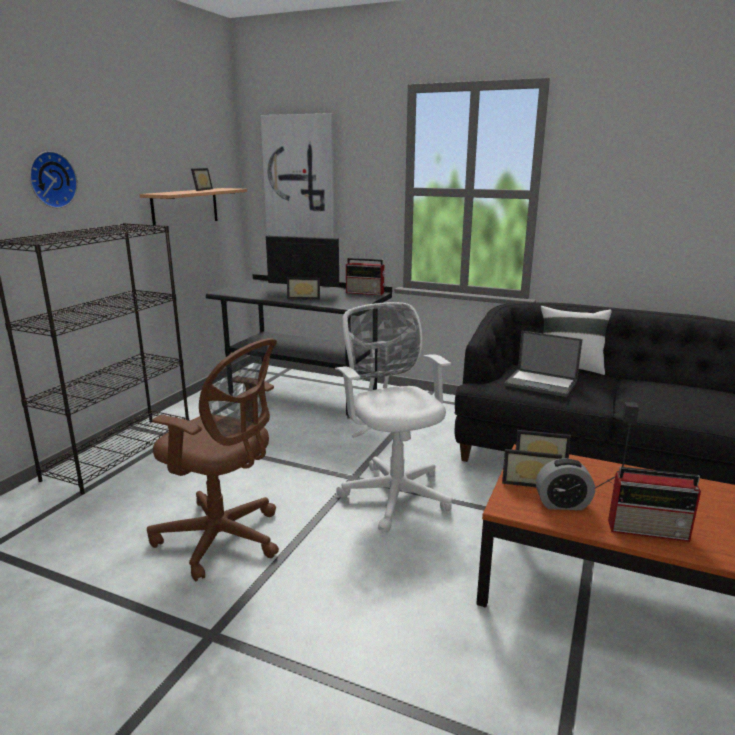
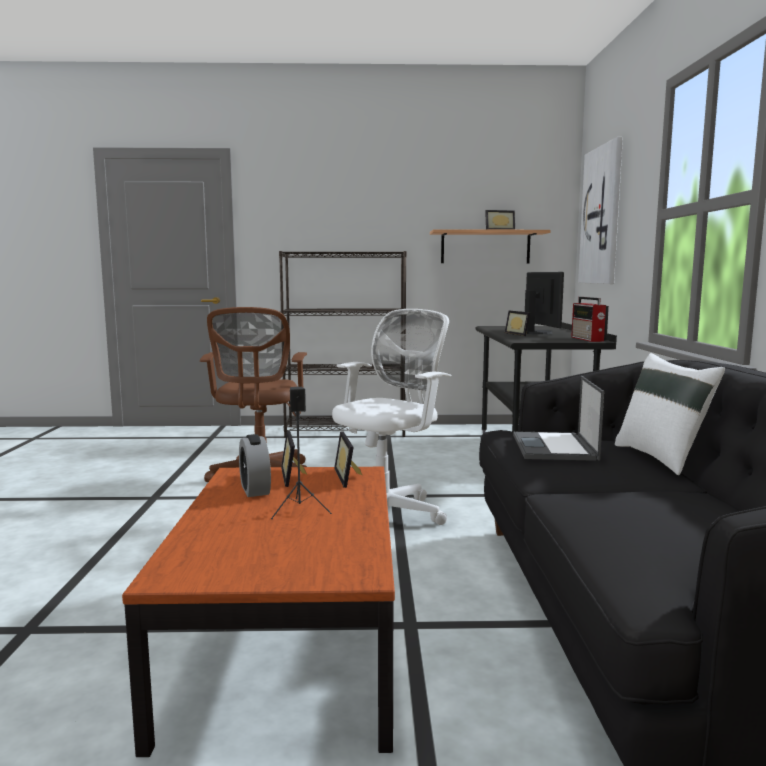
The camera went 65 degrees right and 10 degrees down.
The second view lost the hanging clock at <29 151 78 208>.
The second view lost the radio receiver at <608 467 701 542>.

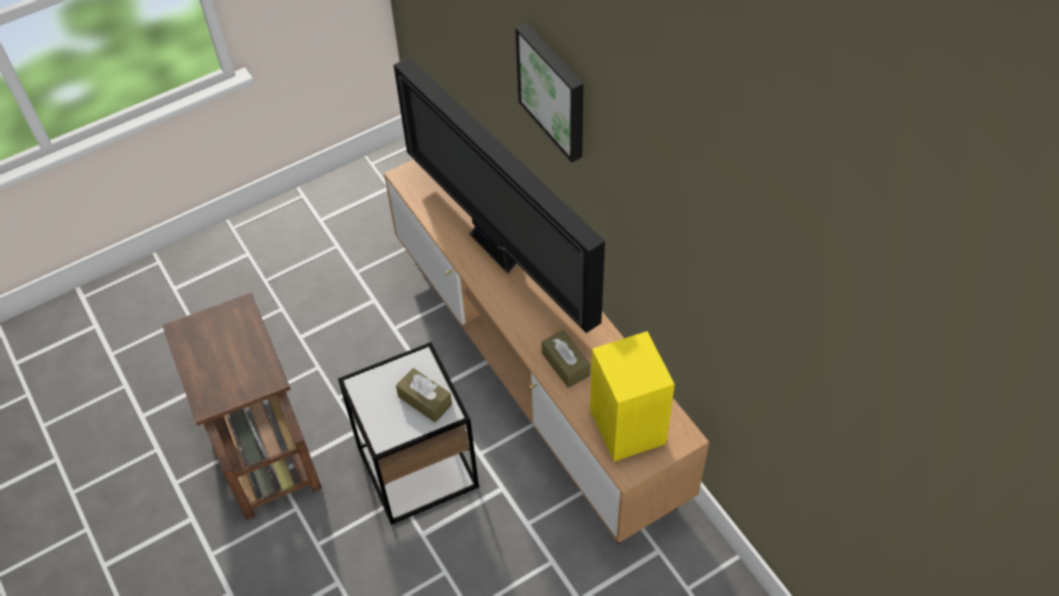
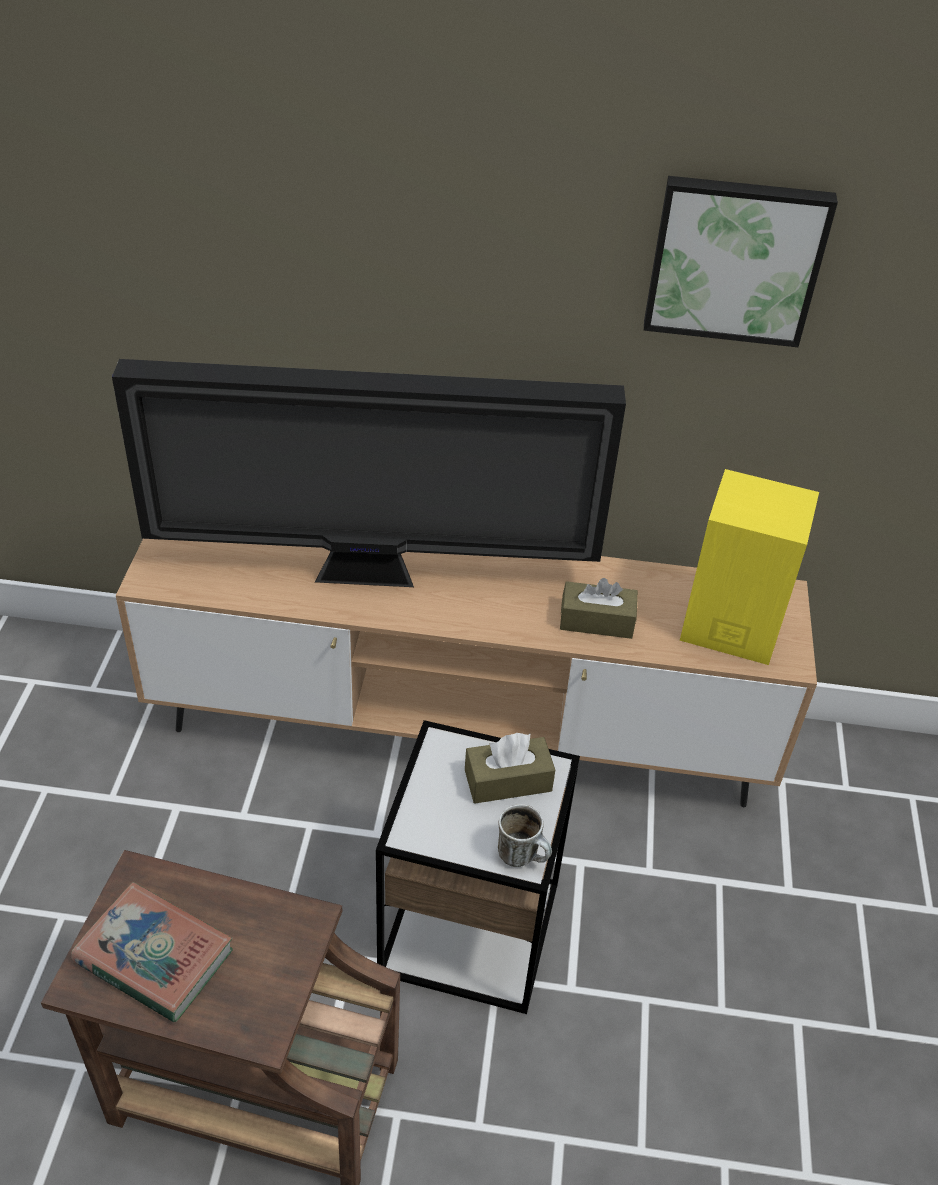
The camera went 55 degrees left and 10 degrees down.
The wall picture ended up elsewhere, having gone from <515 23 584 163> to <644 176 838 347>.
The second view gained the volume at <71 882 233 1022>.
The second view gained the tea mug at <498 804 552 867>.

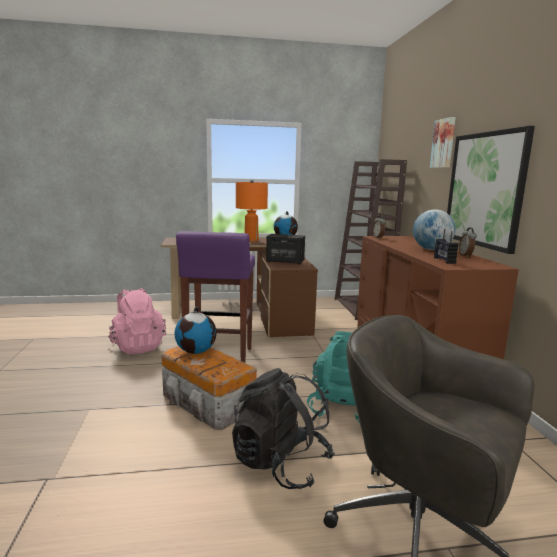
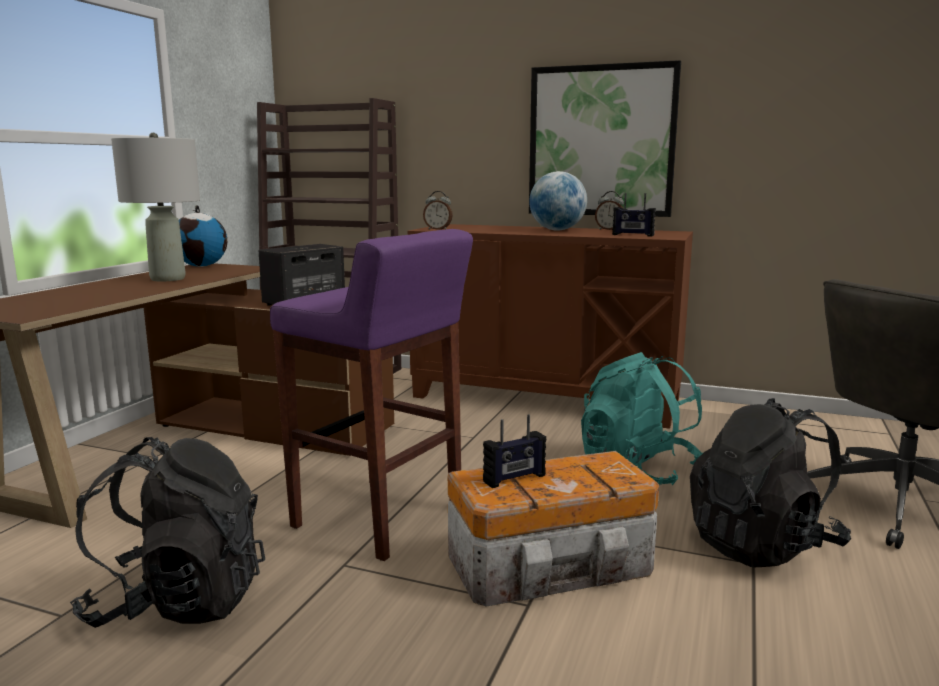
The camera went 60 degrees left and 0 degrees up.
What was the pinkish rucksack at <108 288 166 354> turned into the black rucksack at <70 437 265 628>.
Where the globe stood at <174 307 216 354>, the radio receiver came to stand at <483 414 546 488>.
What was the orange lamp for a table at <236 180 268 242> turned into the greyish lamp for a table at <111 133 200 281>.
The second view lost the wall picture at <430 117 456 168>.

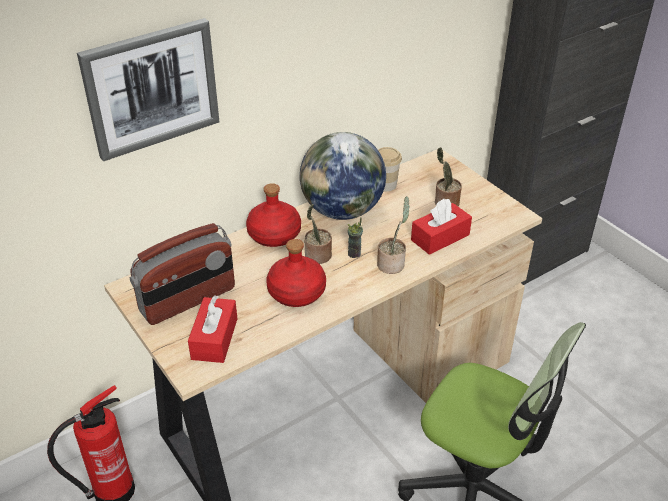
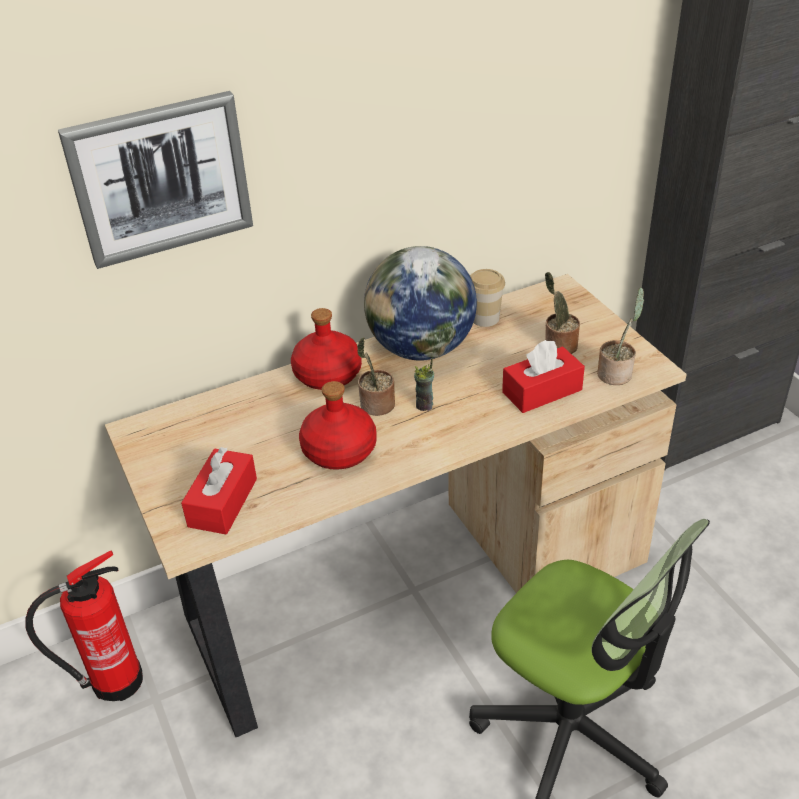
The camera went 10 degrees right and 0 degrees up.
The second view lost the radio receiver at <130 223 235 325>.
The houseplant ended up elsewhere, having gone from <377 196 410 274> to <597 287 644 385>.

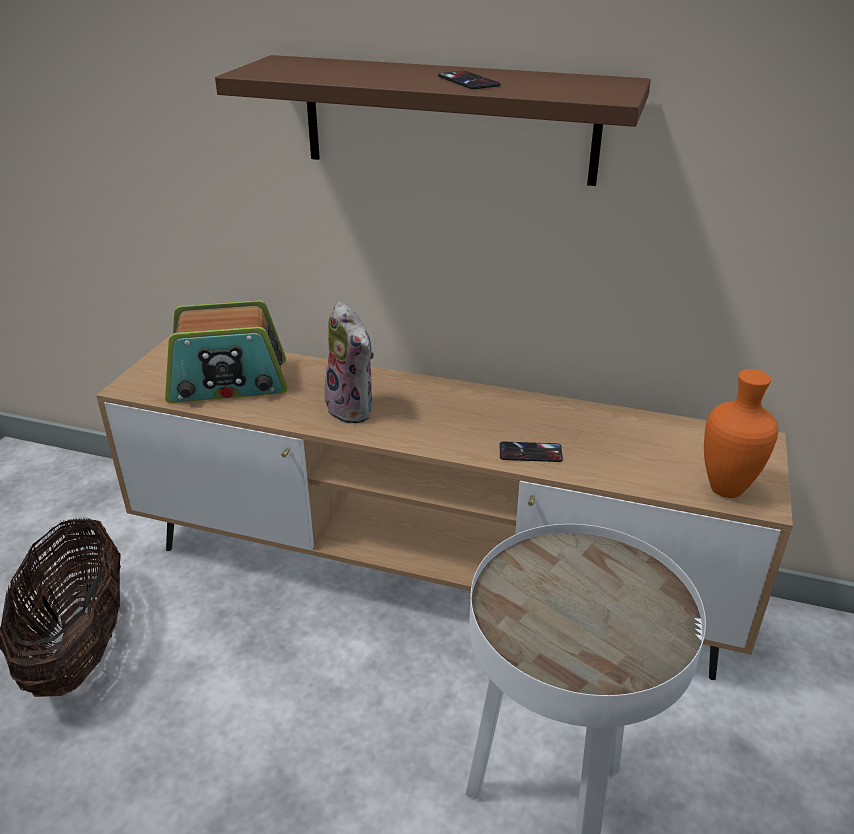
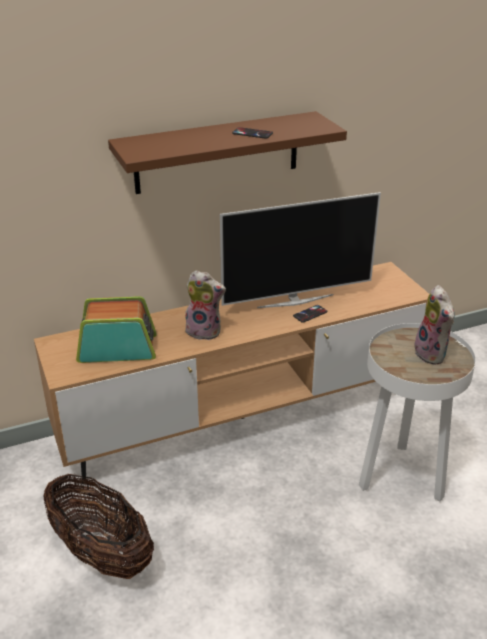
The camera went 40 degrees left and 0 degrees up.
The radio receiver at <165 300 287 403> ended up facing another way, 135 degrees counterclockwise from before.
The second view lost the orange decorative vase at <704 369 778 498>.
The second view gained the TV set at <220 192 381 308>.
The second view gained the plush toy at <414 285 455 365>.

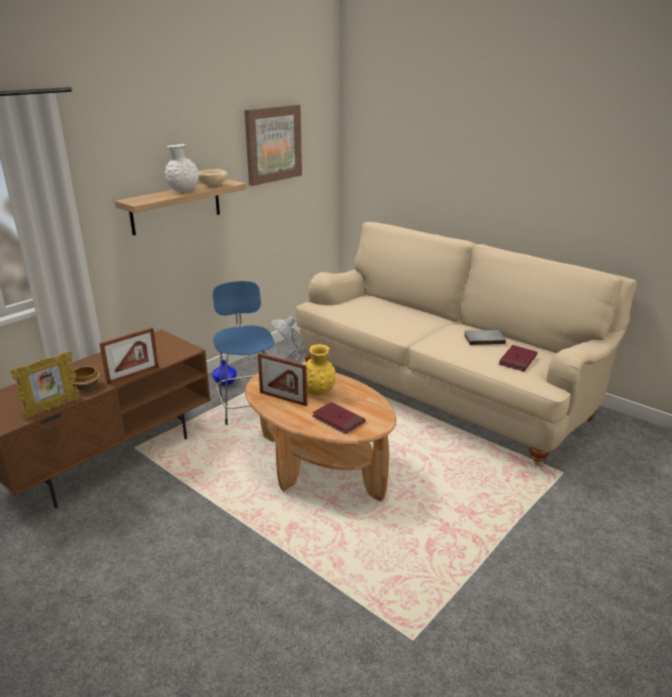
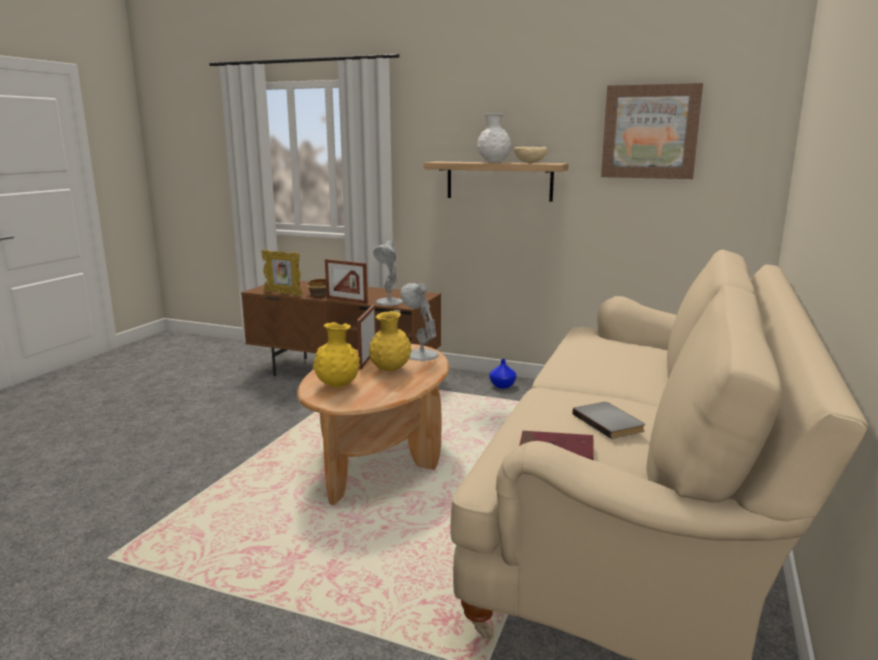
The camera went 70 degrees right and 10 degrees down.
The second view lost the blue sitting stool at <213 281 275 425>.
Where the reddish volume stood at <312 402 365 434>, the yellowish decorative vase came to stand at <313 322 360 387>.
The second view gained the whitish lamp for a table at <373 241 403 306>.

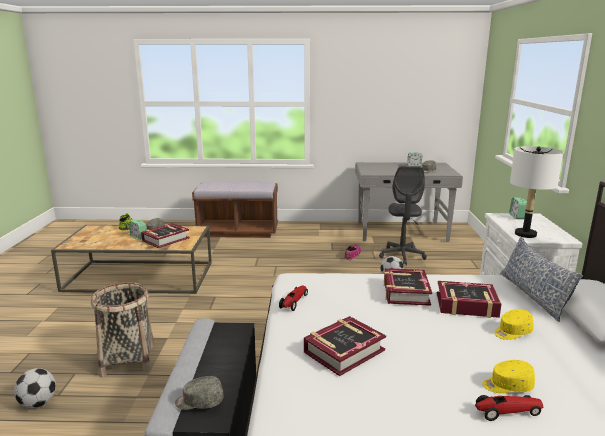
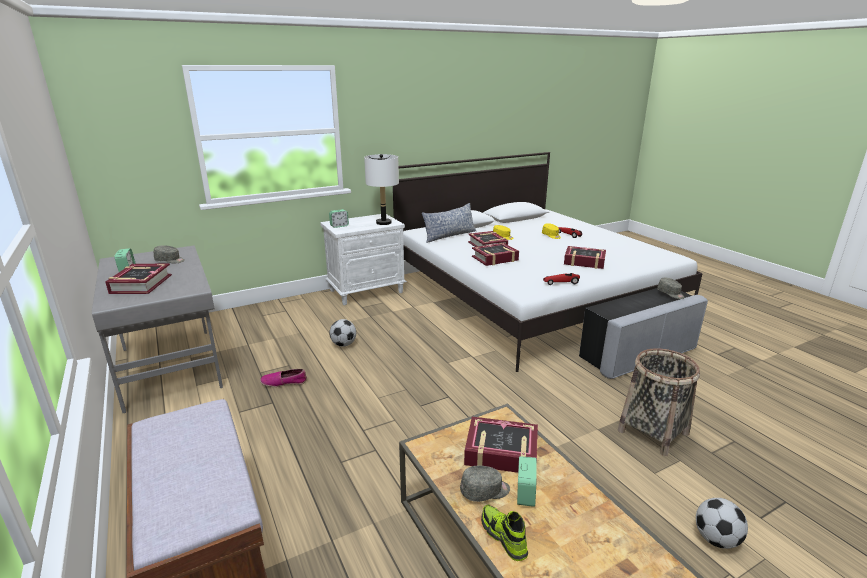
The camera went 120 degrees left and 5 degrees up.
The football ball ended up elsewhere, having gone from <14 368 56 408> to <696 498 748 549>.
The second view lost the greyish computer chair at <379 166 427 265>.
The second view gained the volume at <105 264 172 294>.

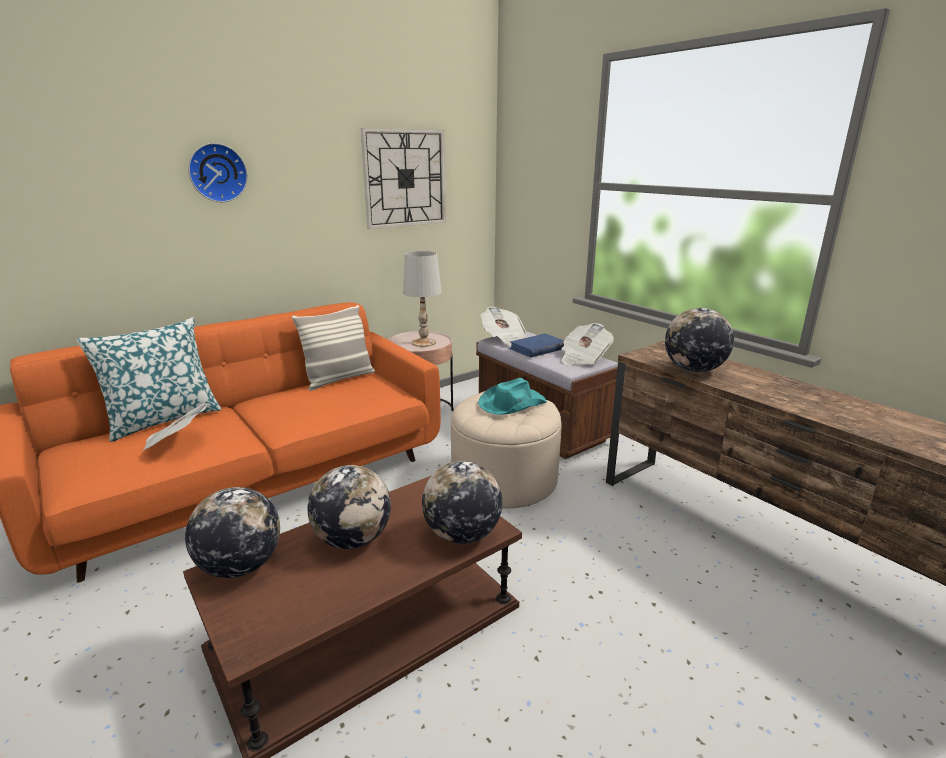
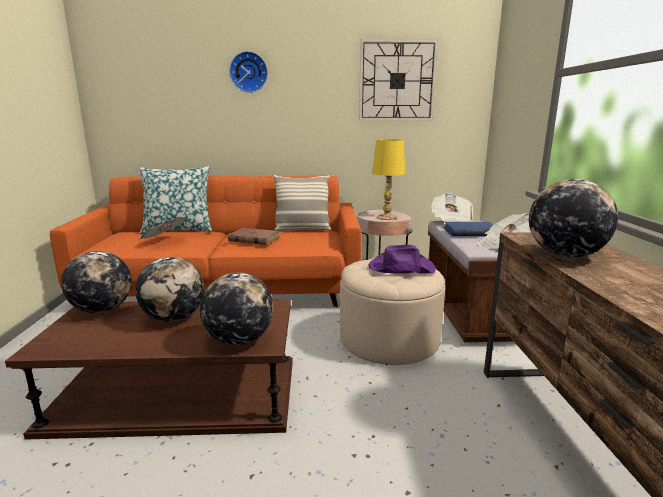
The camera went 35 degrees right and 5 degrees down.
What was the whitish lamp for a table at <403 251 441 347> turned into the yellowish lamp for a table at <372 139 405 220>.
What was the turquoise-coloured hat at <478 378 547 415> turned into the purple-coloured hat at <368 245 436 274>.
The second view gained the brown volume at <228 228 280 245>.

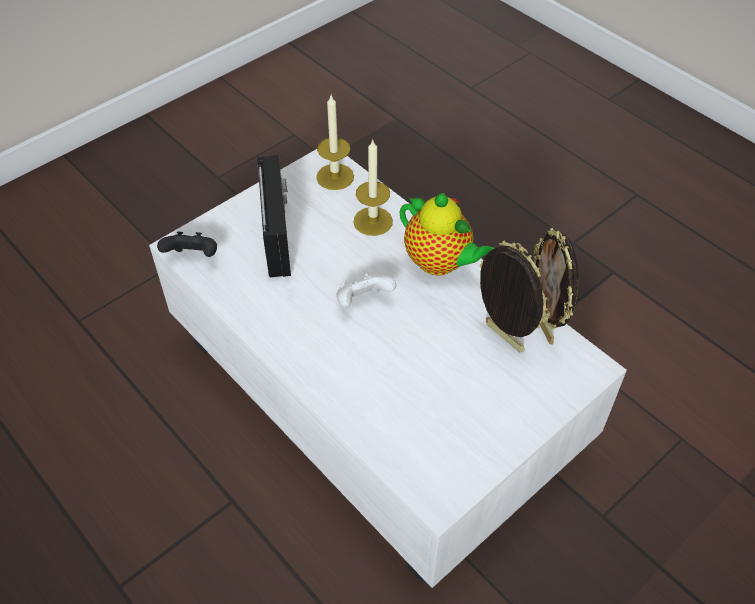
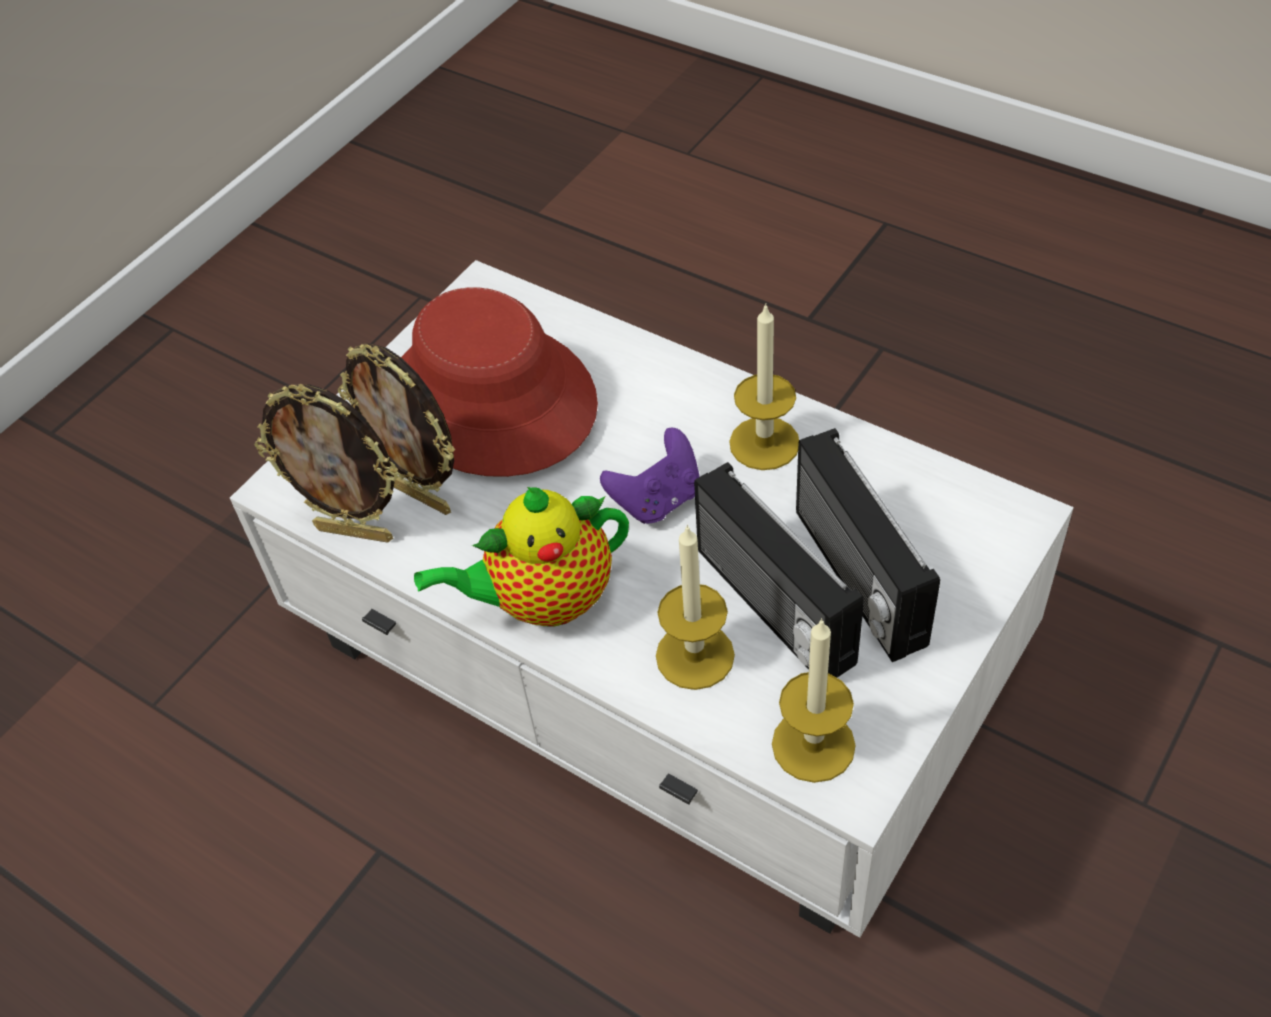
The camera went 170 degrees right and 0 degrees up.
The second view lost the black gamepad at <157 232 217 257>.
What was the whitish gamepad at <336 273 396 307> turned into the purple-coloured gamepad at <600 428 699 524>.
The teapot at <400 193 494 276> ended up facing another way, 45 degrees counterclockwise from before.
The photo frame at <534 228 579 345> ended up facing another way, 135 degrees clockwise from before.
The second view gained the reddish hat at <401 287 598 477>.
The second view gained the radio receiver at <694 462 864 678>.
The second view gained the wax light at <729 303 799 470>.

